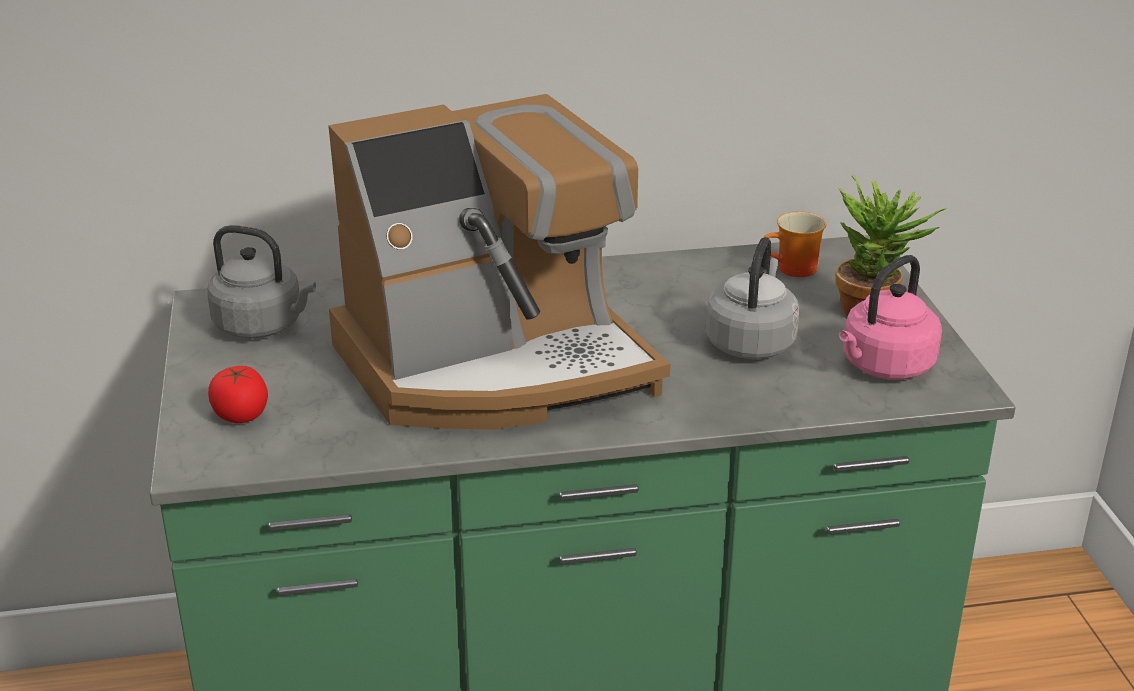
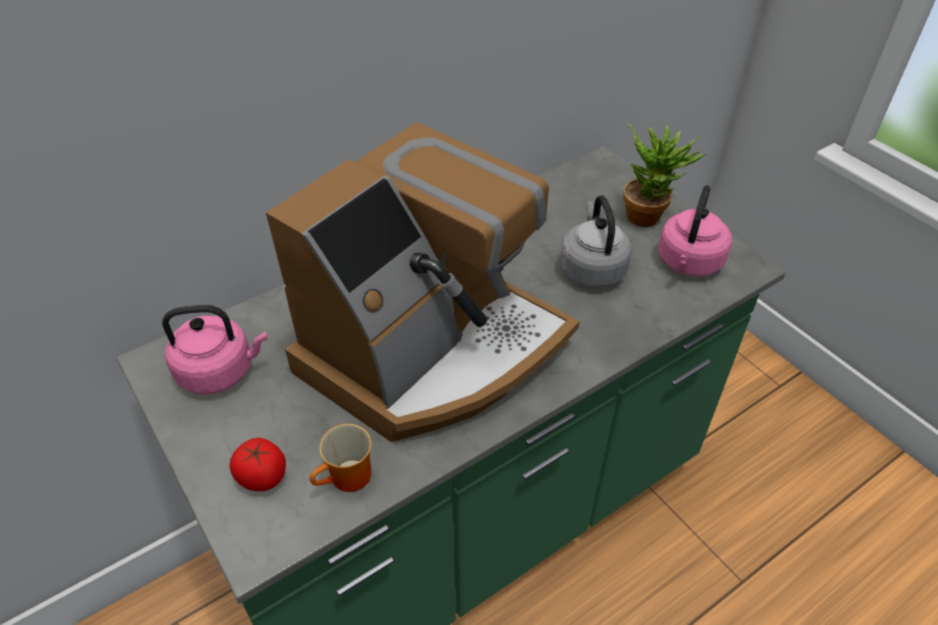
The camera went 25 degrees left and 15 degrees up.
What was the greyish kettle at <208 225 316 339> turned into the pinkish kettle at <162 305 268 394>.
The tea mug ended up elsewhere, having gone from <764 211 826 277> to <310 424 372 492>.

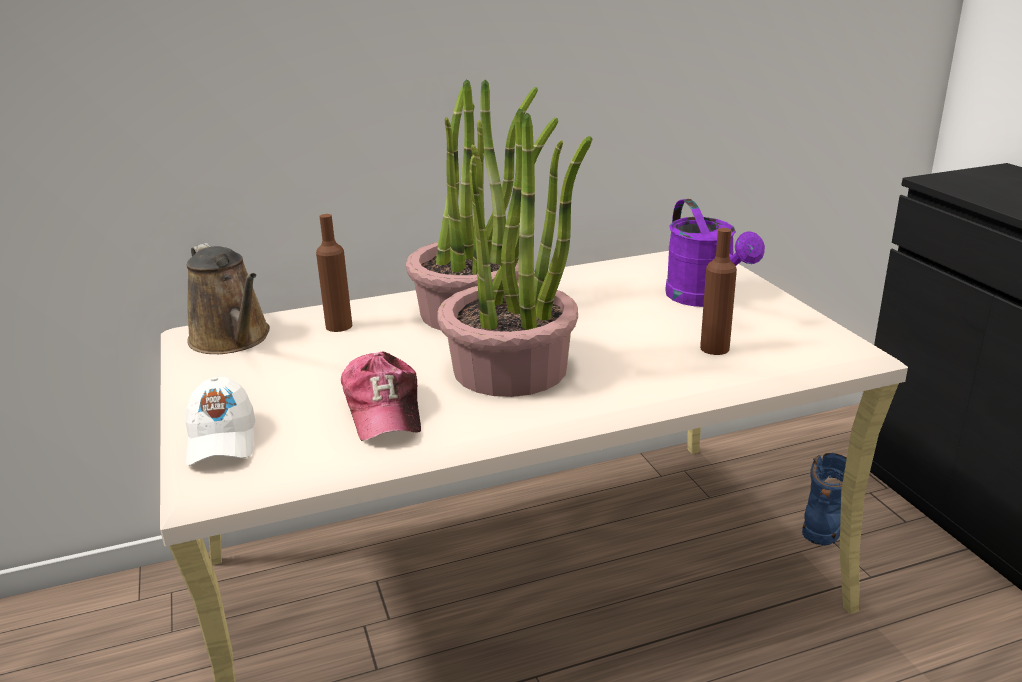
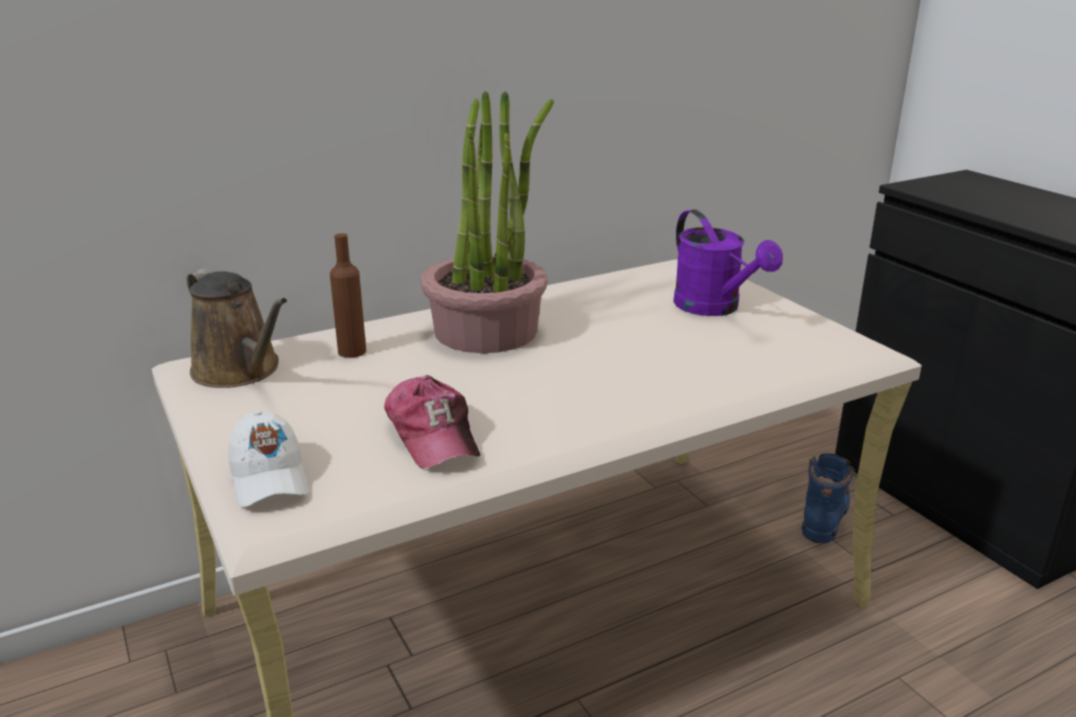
The camera went 10 degrees left and 0 degrees up.
The second view lost the houseplant at <437 108 593 397>.
The second view lost the brown drink bottle at <700 228 737 355>.

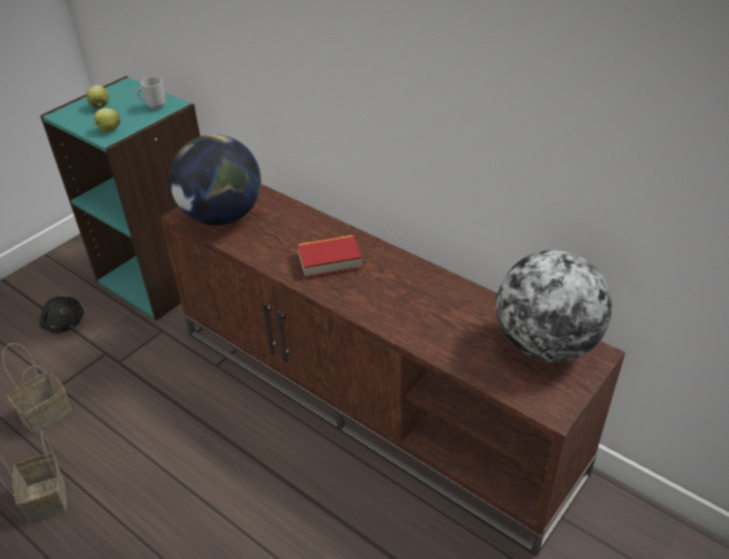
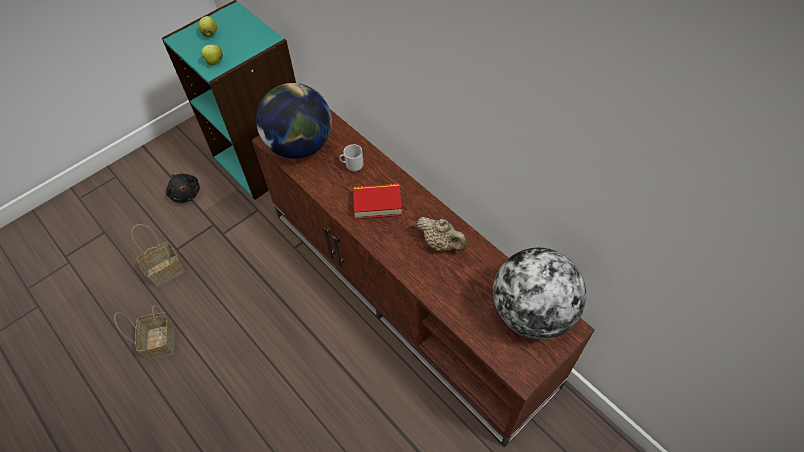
The camera went 10 degrees right and 15 degrees up.
The tea mug ended up elsewhere, having gone from <137 77 166 109> to <339 144 363 171>.
The second view gained the beige teapot at <416 217 468 251>.

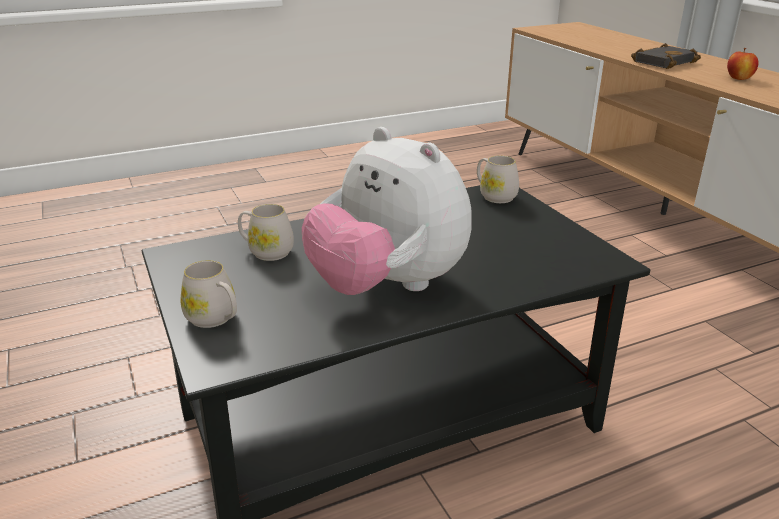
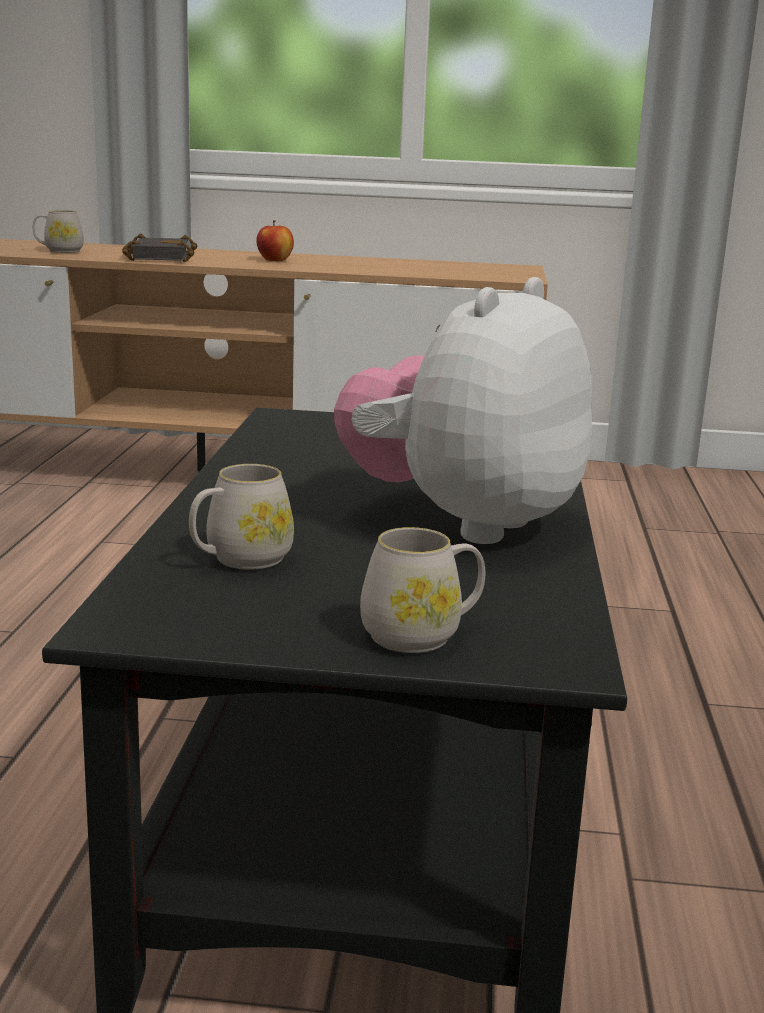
The camera went 60 degrees left and 10 degrees down.
The plush toy at <302 127 472 295> ended up facing another way, 135 degrees clockwise from before.
The whitish tea mug ended up elsewhere, having gone from <477 155 519 203> to <33 210 84 253>.

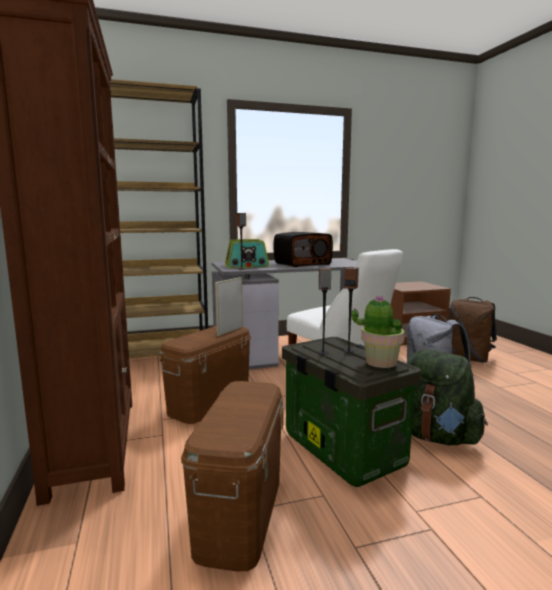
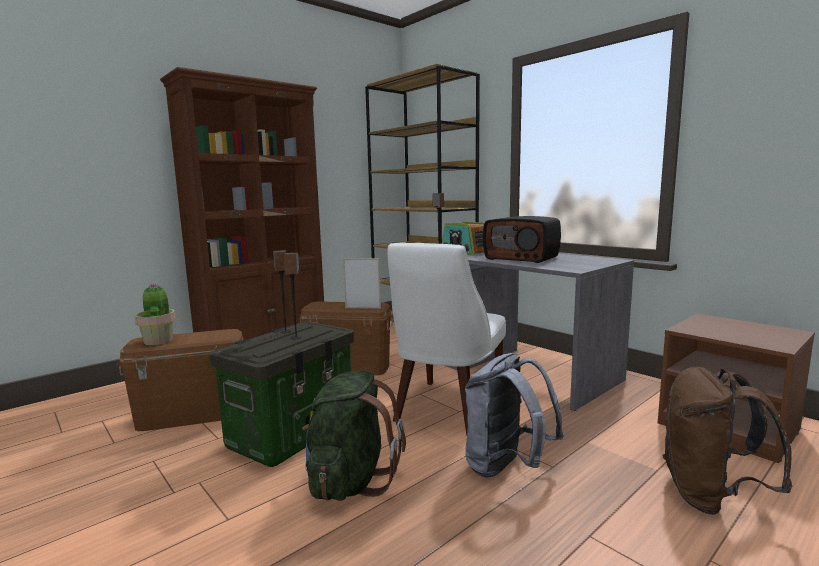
The camera went 65 degrees right and 0 degrees up.
The houseplant ended up elsewhere, having gone from <351 295 405 368> to <135 283 176 345>.

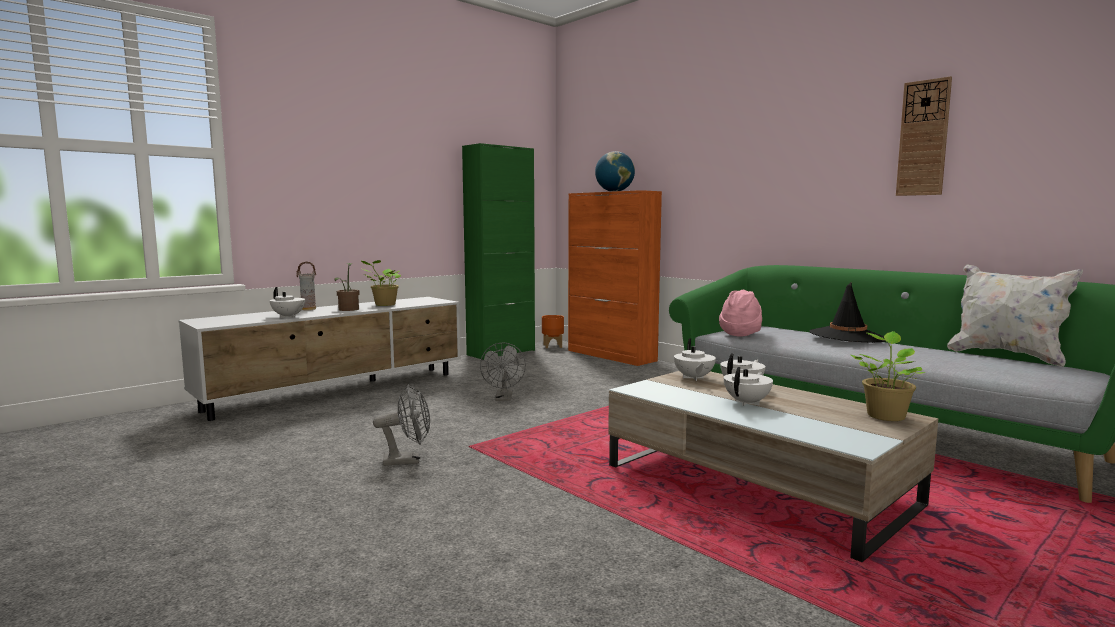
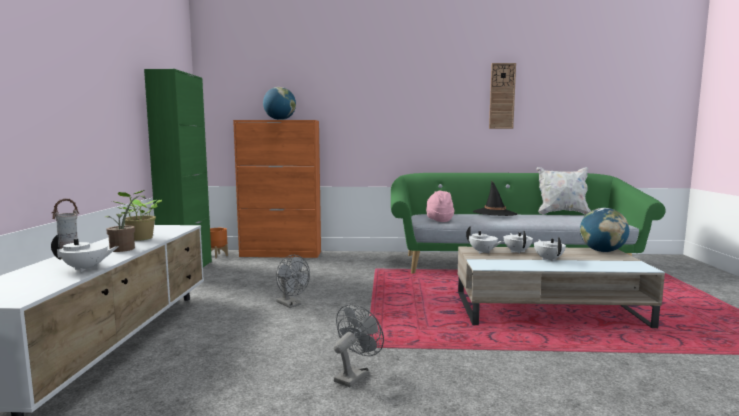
The camera went 45 degrees left and 0 degrees up.
Where the houseplant stood at <851 331 925 421>, the globe came to stand at <580 208 629 252>.

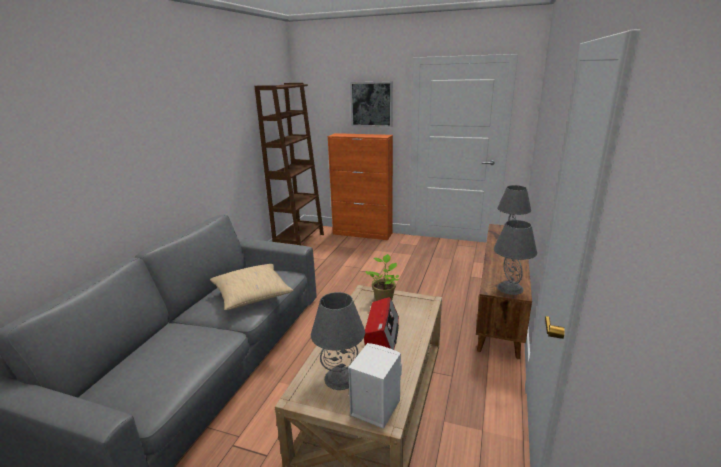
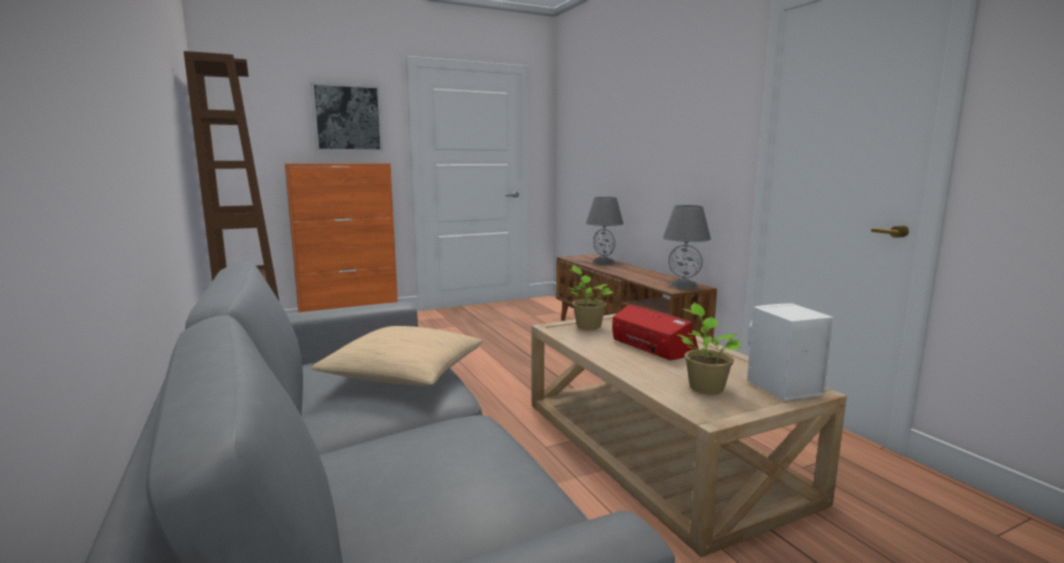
The camera went 45 degrees left and 10 degrees down.
Where the greyish lamp for a table stood at <311 292 365 390>, the houseplant came to stand at <677 303 742 395>.

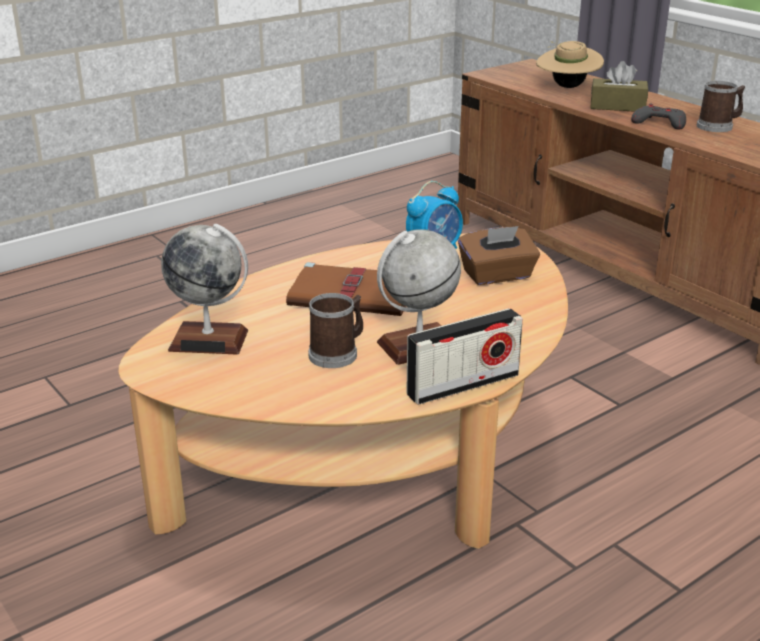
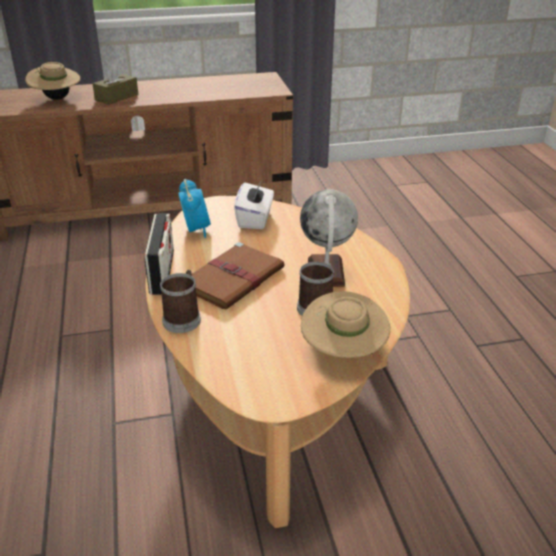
The camera went 65 degrees left and 5 degrees up.
The second view lost the globe at <161 224 248 355>.
The radio receiver ended up elsewhere, having gone from <406 308 523 405> to <144 213 174 295>.
What was the brown box of tissues at <458 226 540 285> turned into the whitish box of tissues at <234 180 274 229>.
The second view lost the greyish gamepad at <631 104 686 130>.
The tea mug ended up elsewhere, having gone from <697 81 745 132> to <160 270 201 333>.
The second view gained the beige hat at <301 291 390 358>.

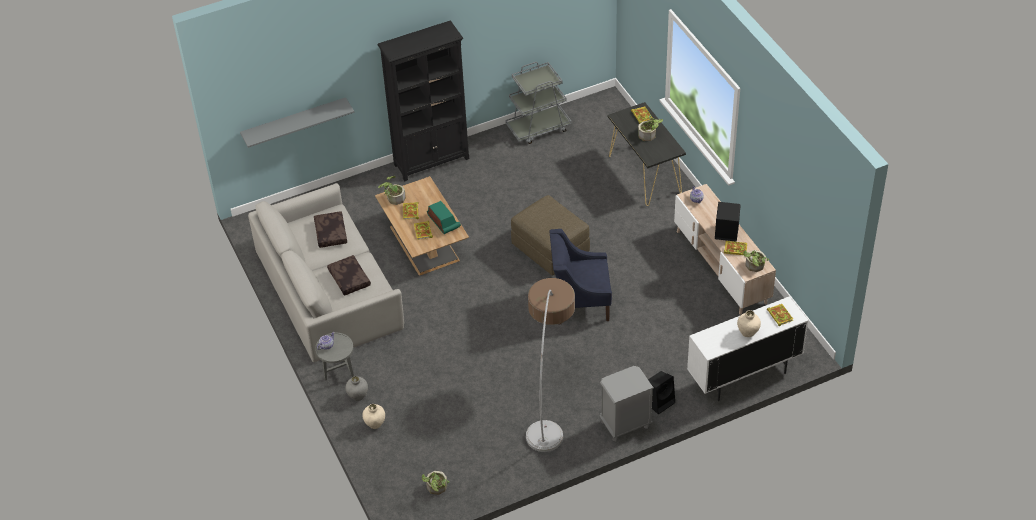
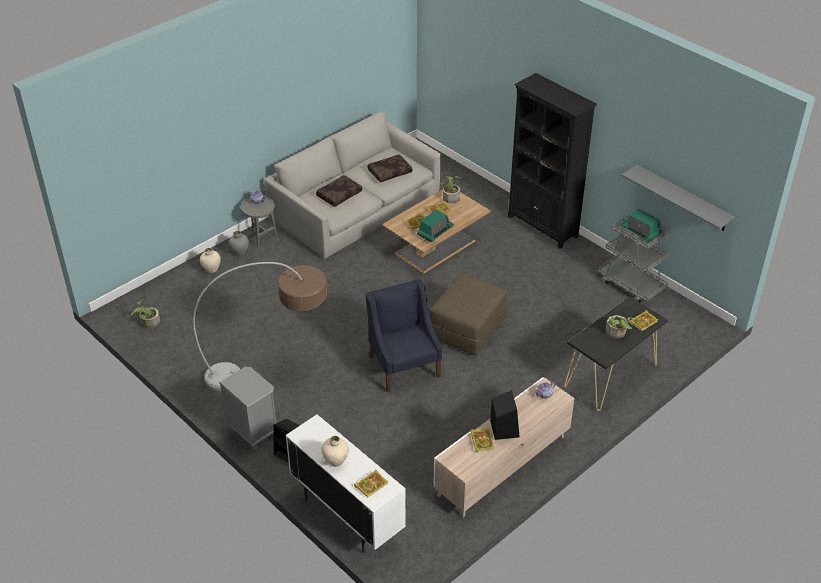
The camera went 70 degrees right and 5 degrees down.
The greyish bracket shelf ended up elsewhere, having gone from <240 97 354 148> to <622 165 735 231>.
The second view lost the houseplant at <743 250 769 272>.
The second view gained the radio receiver at <621 208 662 242>.

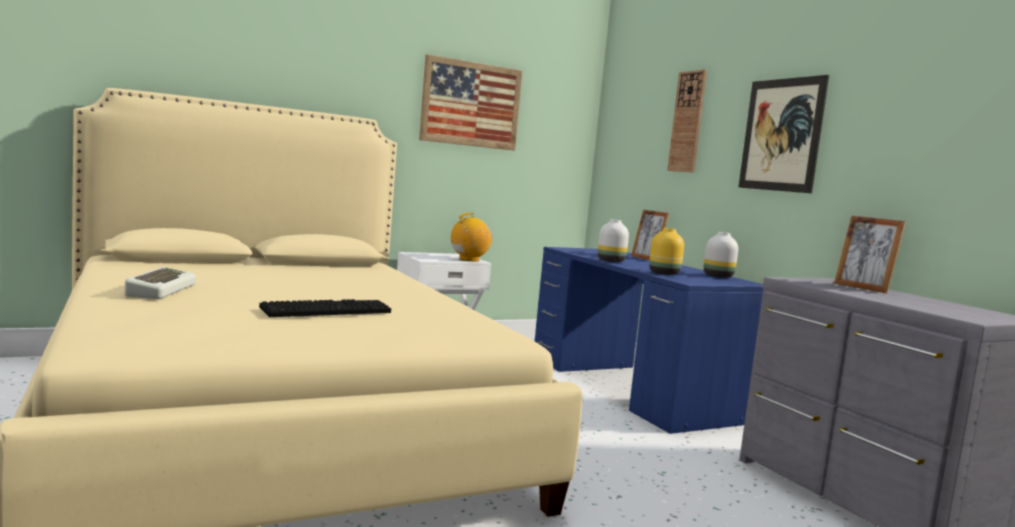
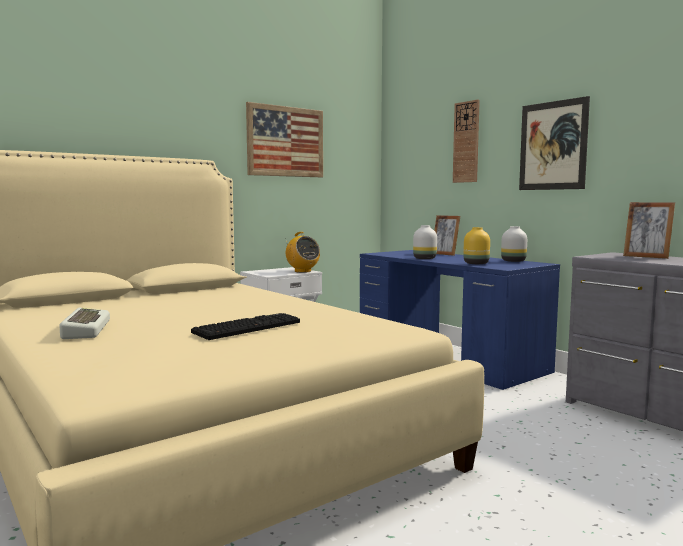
The camera went 10 degrees left and 0 degrees up.
The radio receiver at <451 213 492 262> ended up facing another way, 105 degrees clockwise from before.

